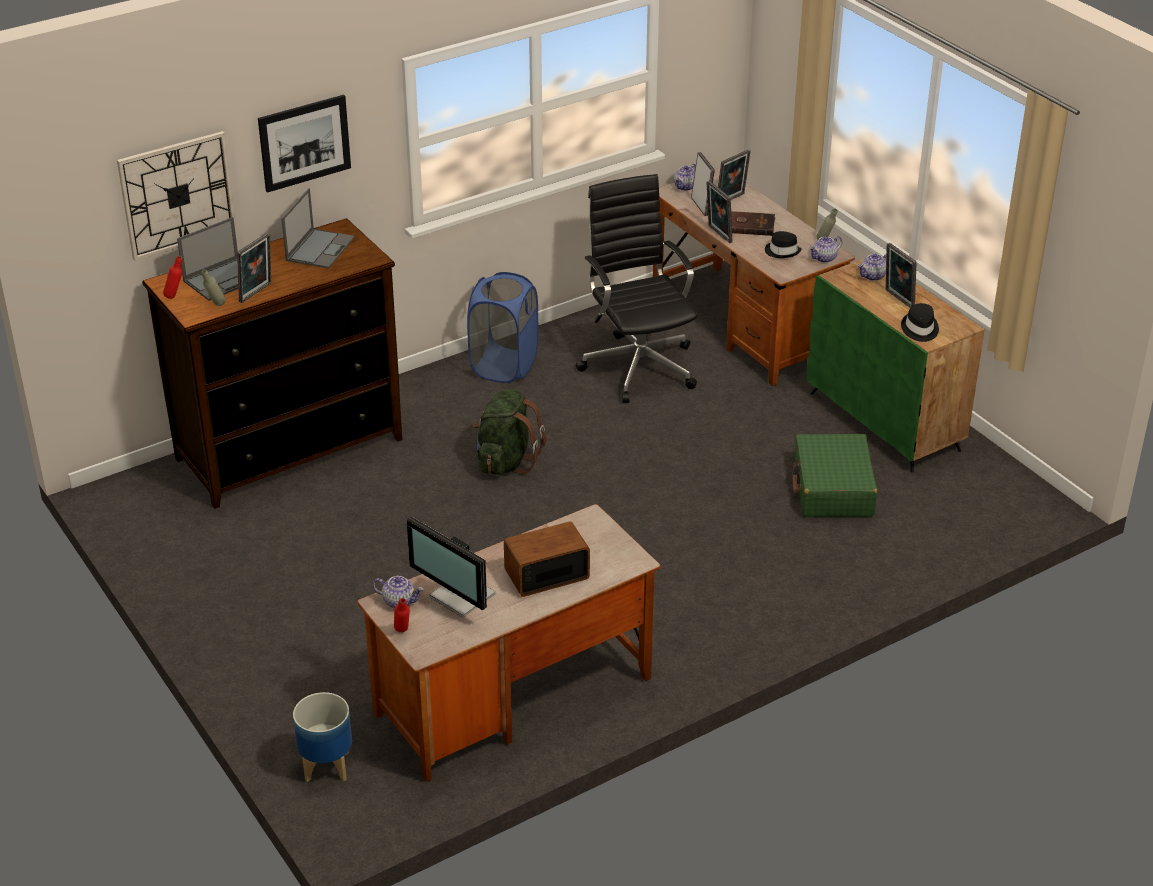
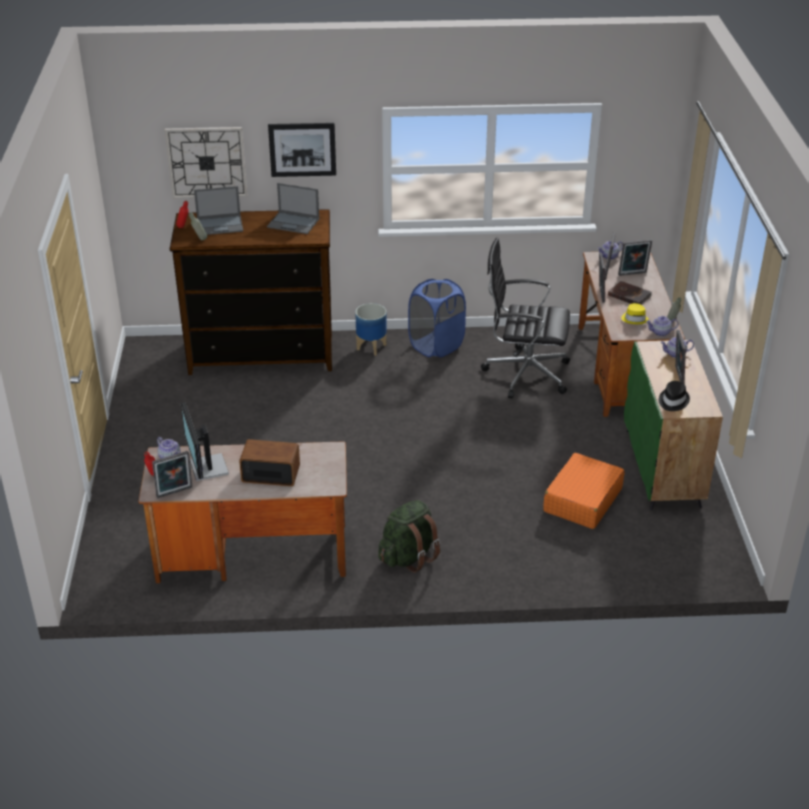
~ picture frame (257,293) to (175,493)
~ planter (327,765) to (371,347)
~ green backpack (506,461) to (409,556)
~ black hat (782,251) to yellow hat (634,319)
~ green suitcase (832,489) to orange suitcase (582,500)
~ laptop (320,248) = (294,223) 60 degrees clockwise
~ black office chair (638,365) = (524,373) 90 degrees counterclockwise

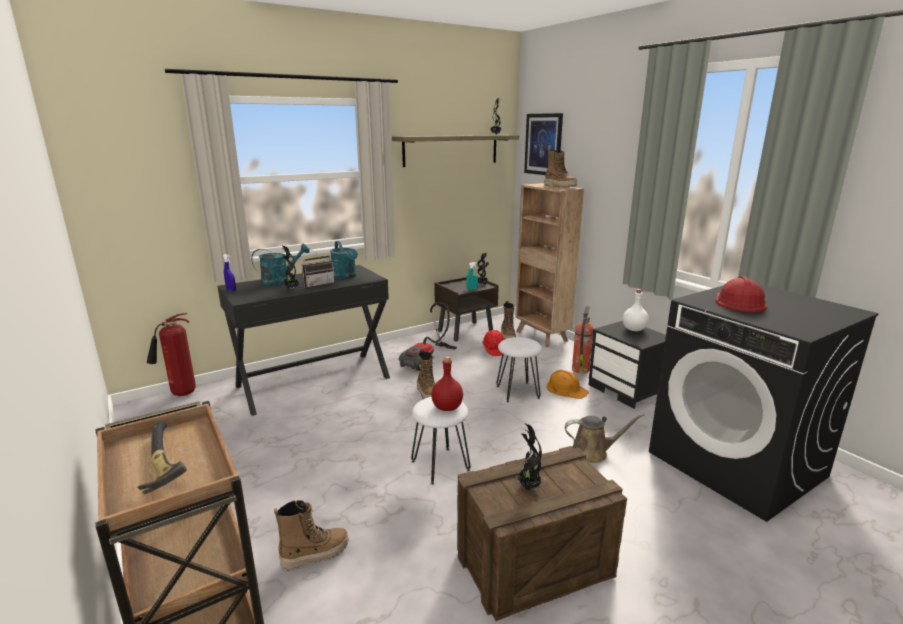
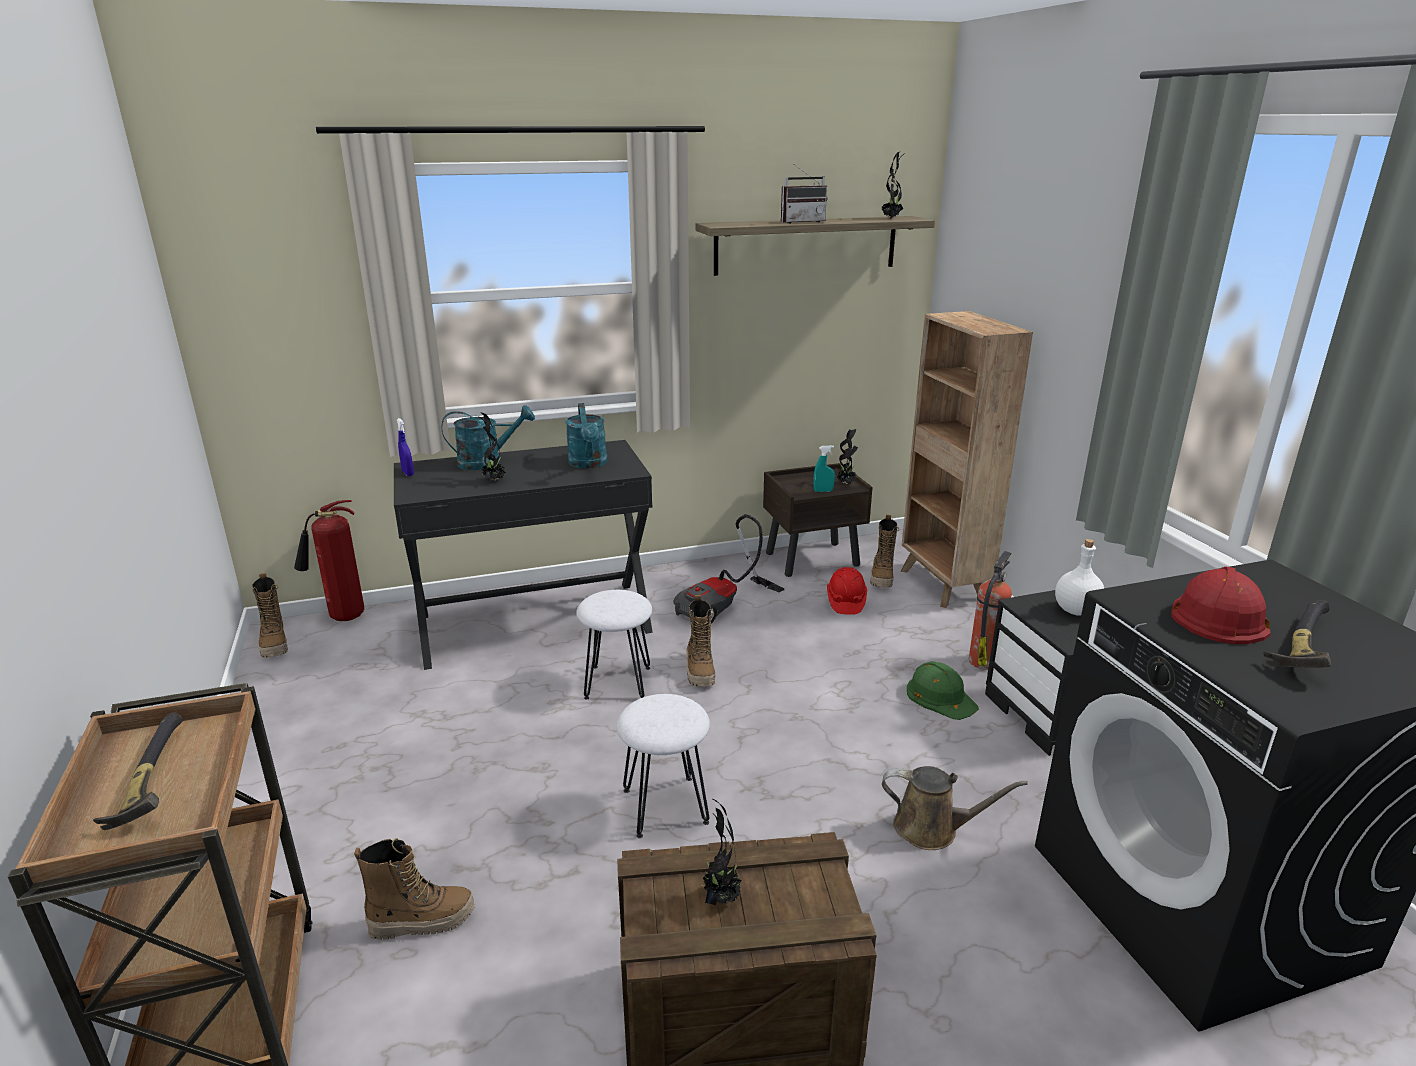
- red bottle (447,407)
- picture (543,144)
+ hammer (1298,647)
~ radio (318,284) to (801,222)
~ white stool (518,392) to (618,682)
~ boot (560,187) to (275,644)
~ orange hard hat (566,389) to green hard hat (940,696)

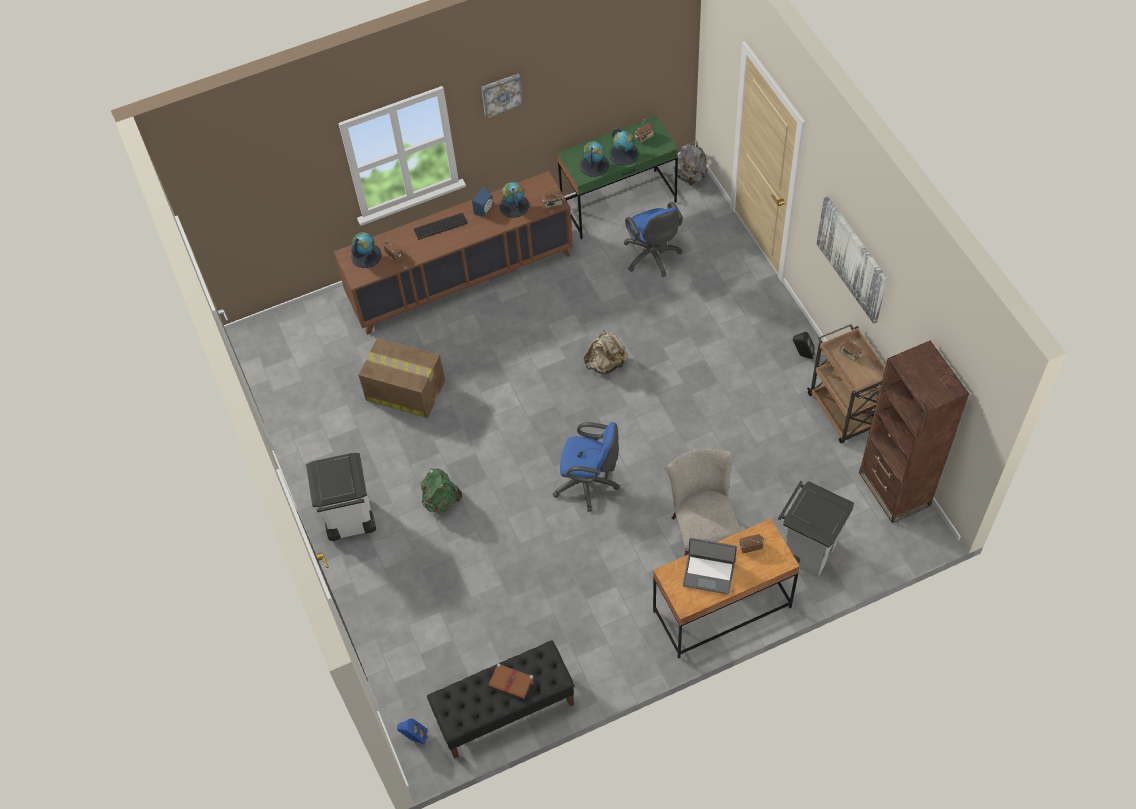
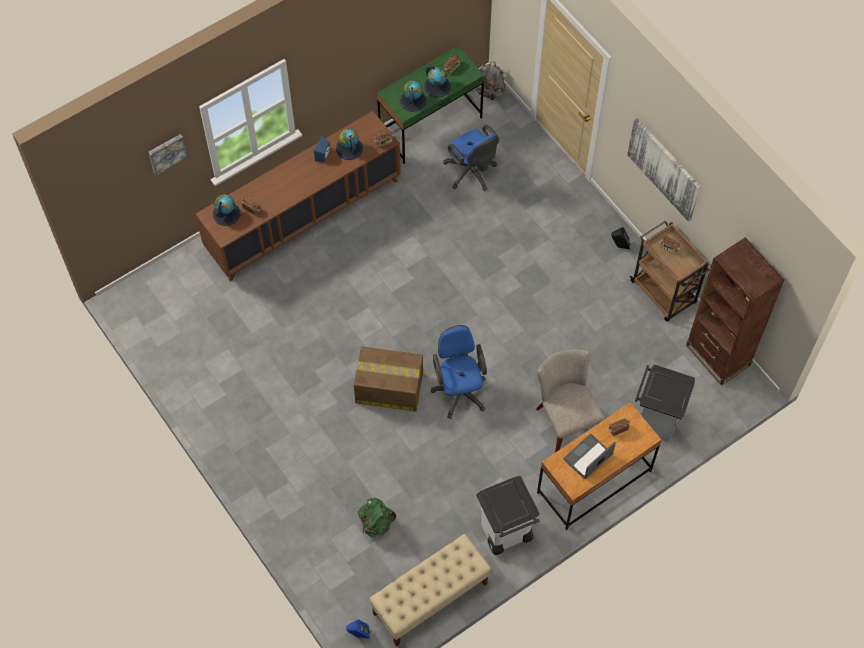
- keyboard (440,226)
- brown book (511,682)
- beige backpack (606,364)
~ white trash can (350,521) to (505,533)
~ cardboard box (404,390) to (388,388)
~ green backpack (441,500) to (376,522)
~ picture (501,94) to (167,153)
~ black bench (504,711) to beige bench (430,599)
~ blue office chair (589,484) = (459,390) 105 degrees counterclockwise
~ laptop (709,573) = (588,457) 135 degrees clockwise

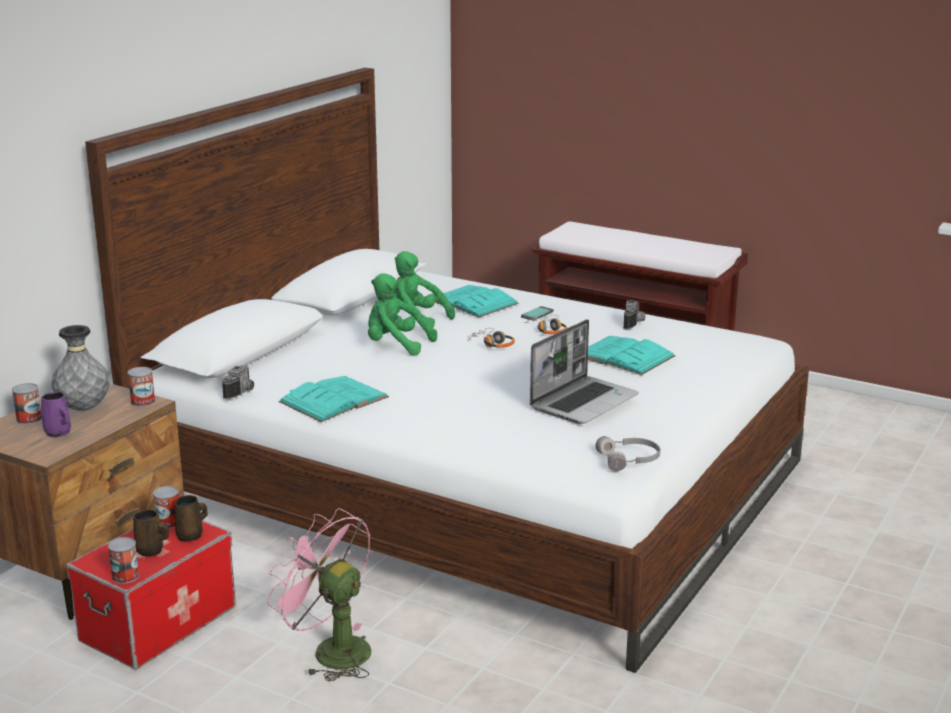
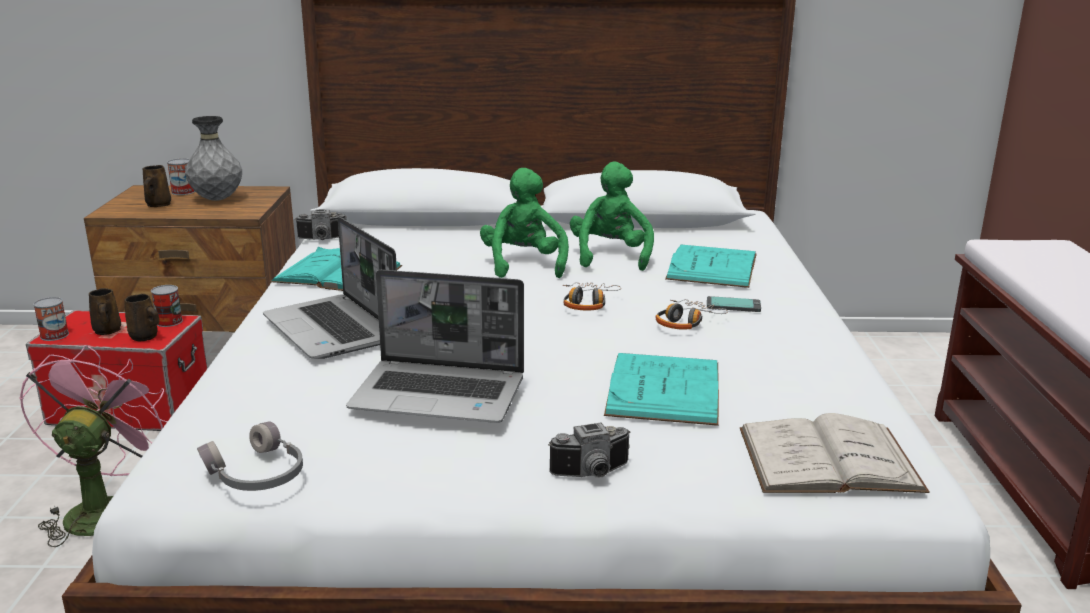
- can (143,401)
+ laptop (333,329)
+ white book (828,459)
~ photo camera (634,323) to (593,474)
~ purple mug (59,433) to brown mug (158,205)

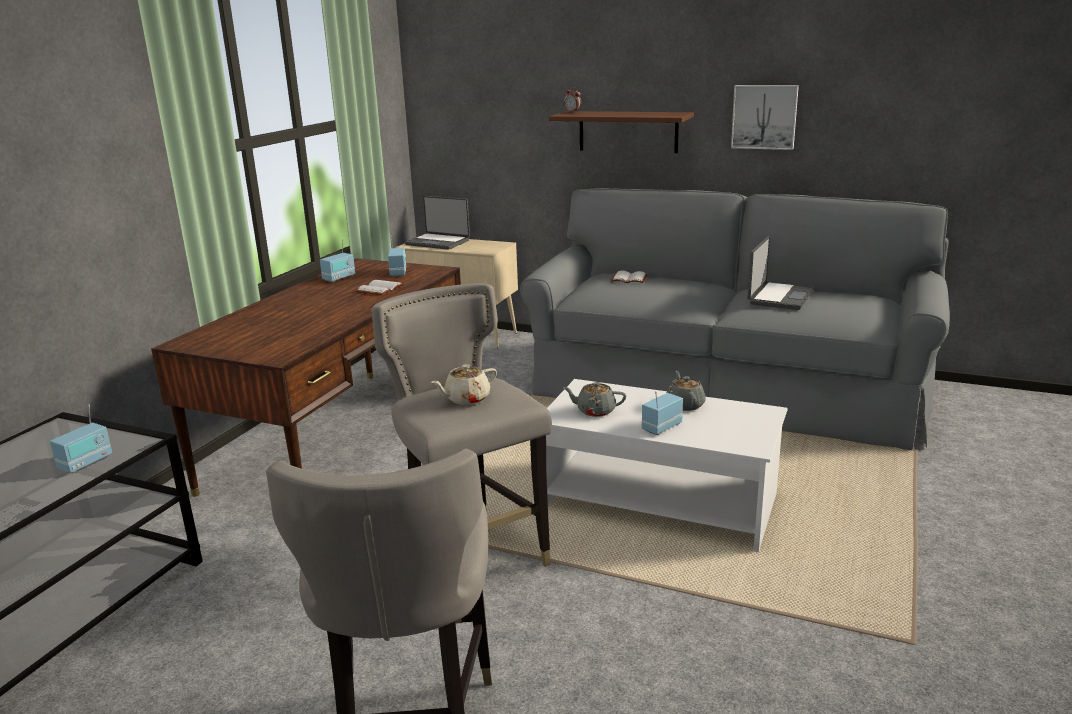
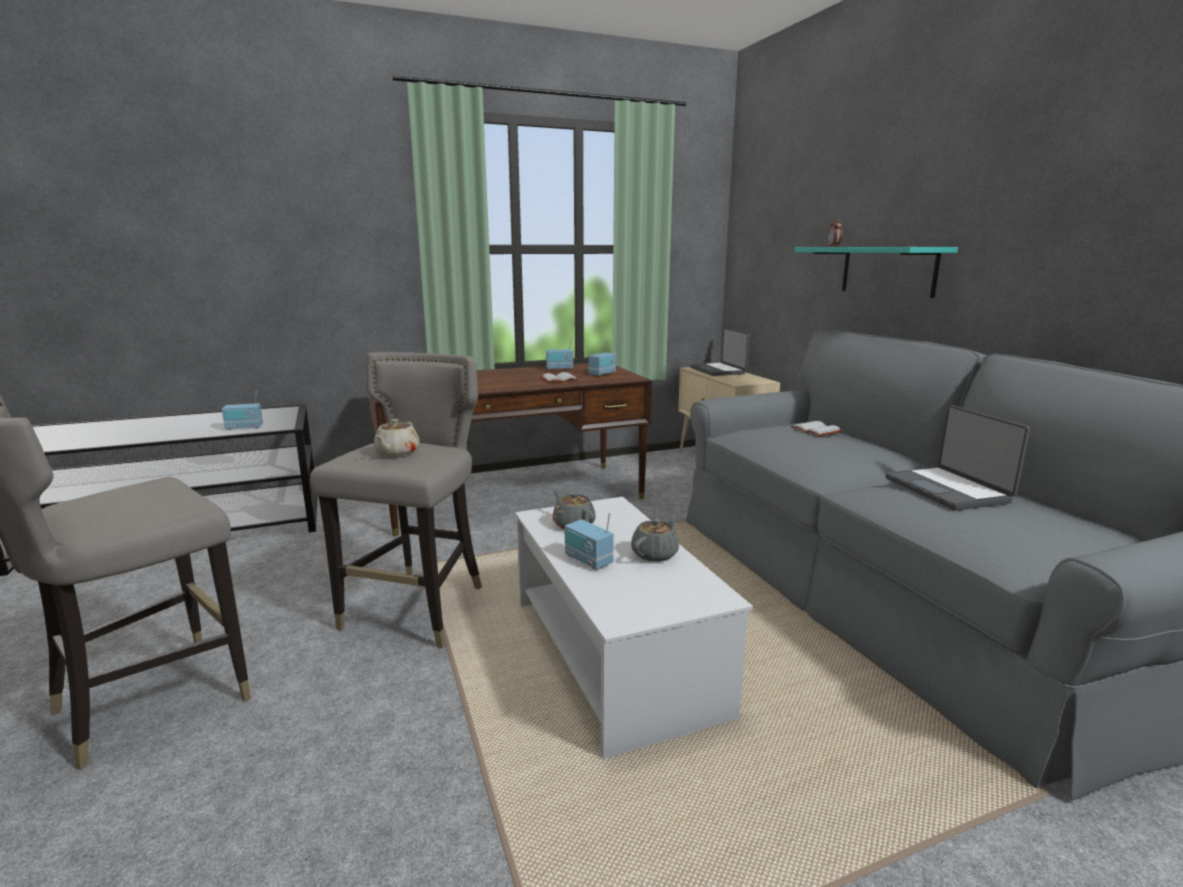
- picture (764,117)
~ brown shelf (628,131) to turquoise shelf (888,270)
~ beige teapot (466,399) = (396,452) 90 degrees counterclockwise
~ radio (661,427) = (588,560) 135 degrees counterclockwise
~ laptop (779,297) = (948,490) 90 degrees clockwise

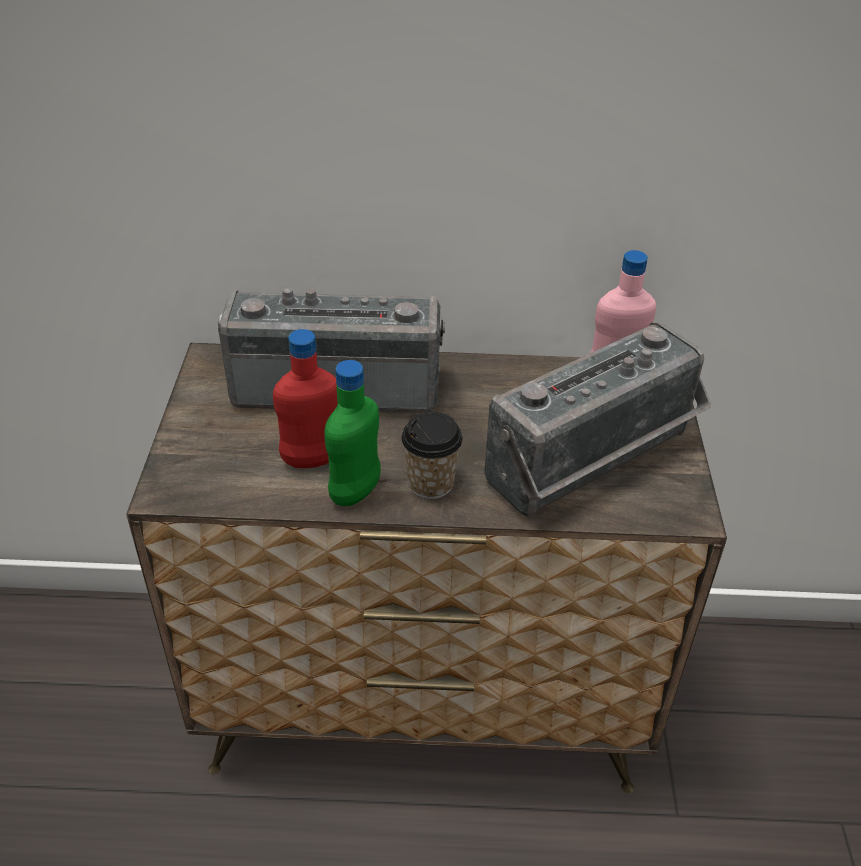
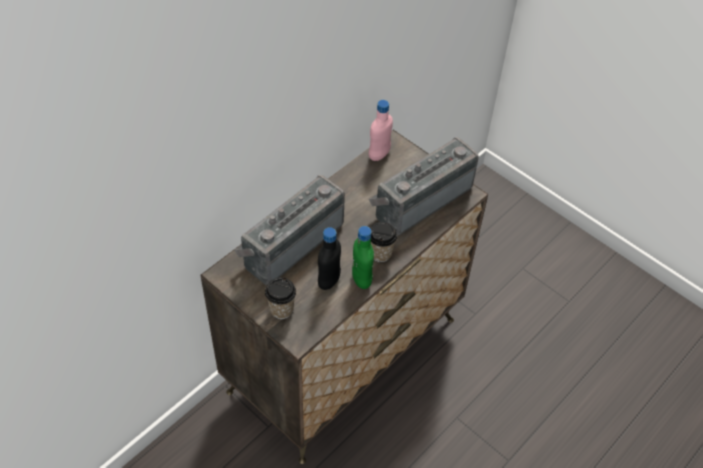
+ cup (281,309)
~ red bottle (312,460) to black bottle (329,280)
~ radio (595,464) = (420,199) 135 degrees counterclockwise

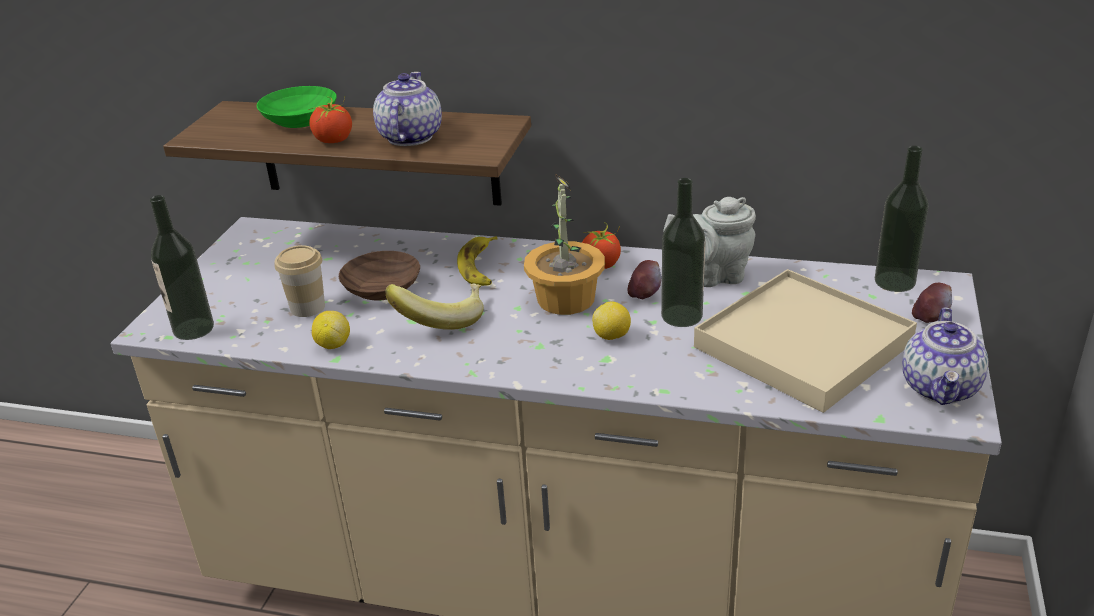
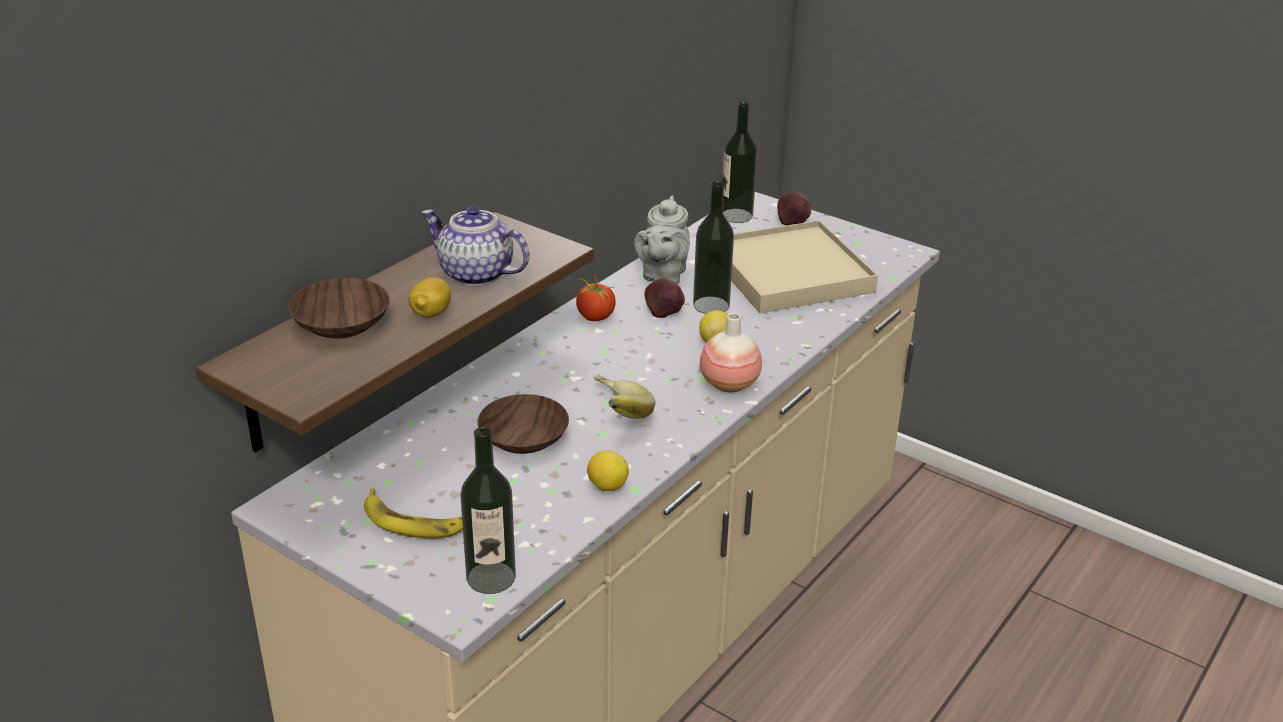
- cup (307,307)
- potted plant (565,299)
- teapot (941,388)
+ vase (729,384)
~ banana (480,267) to (414,522)
~ tomato (333,140) to lemon (431,314)
~ green bowl (298,120) to brown bowl (342,326)

